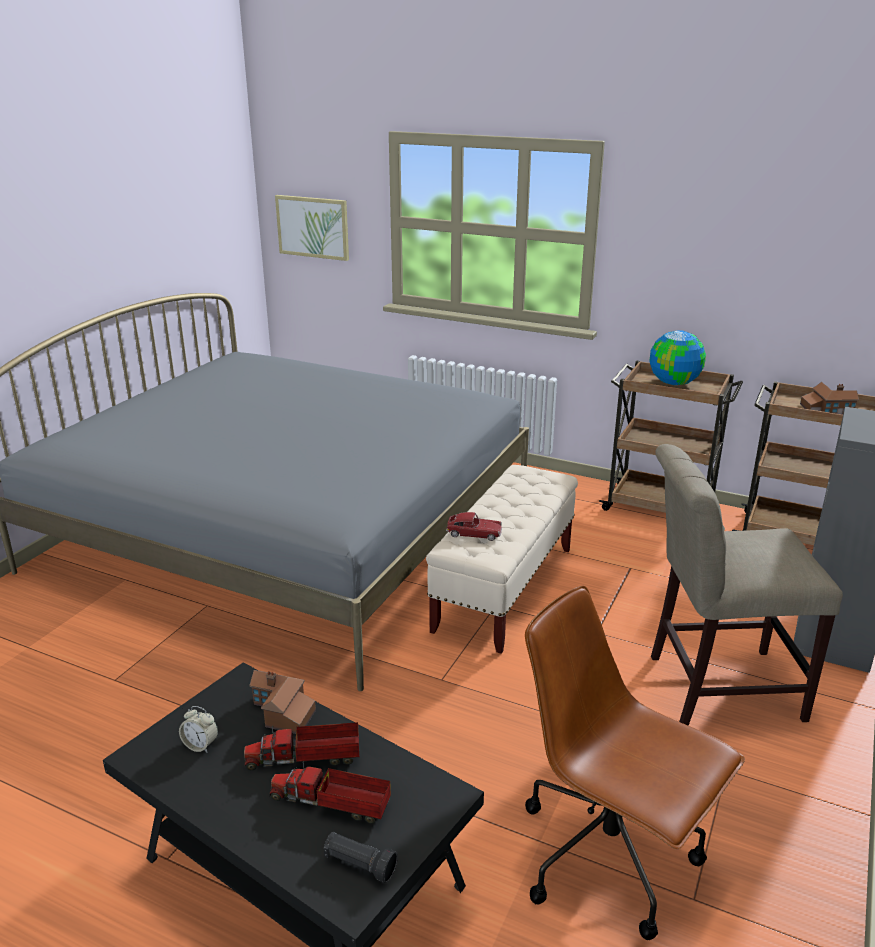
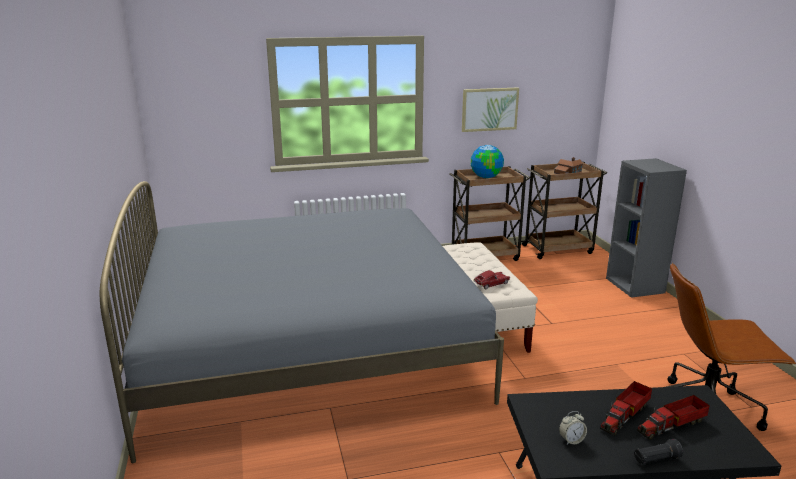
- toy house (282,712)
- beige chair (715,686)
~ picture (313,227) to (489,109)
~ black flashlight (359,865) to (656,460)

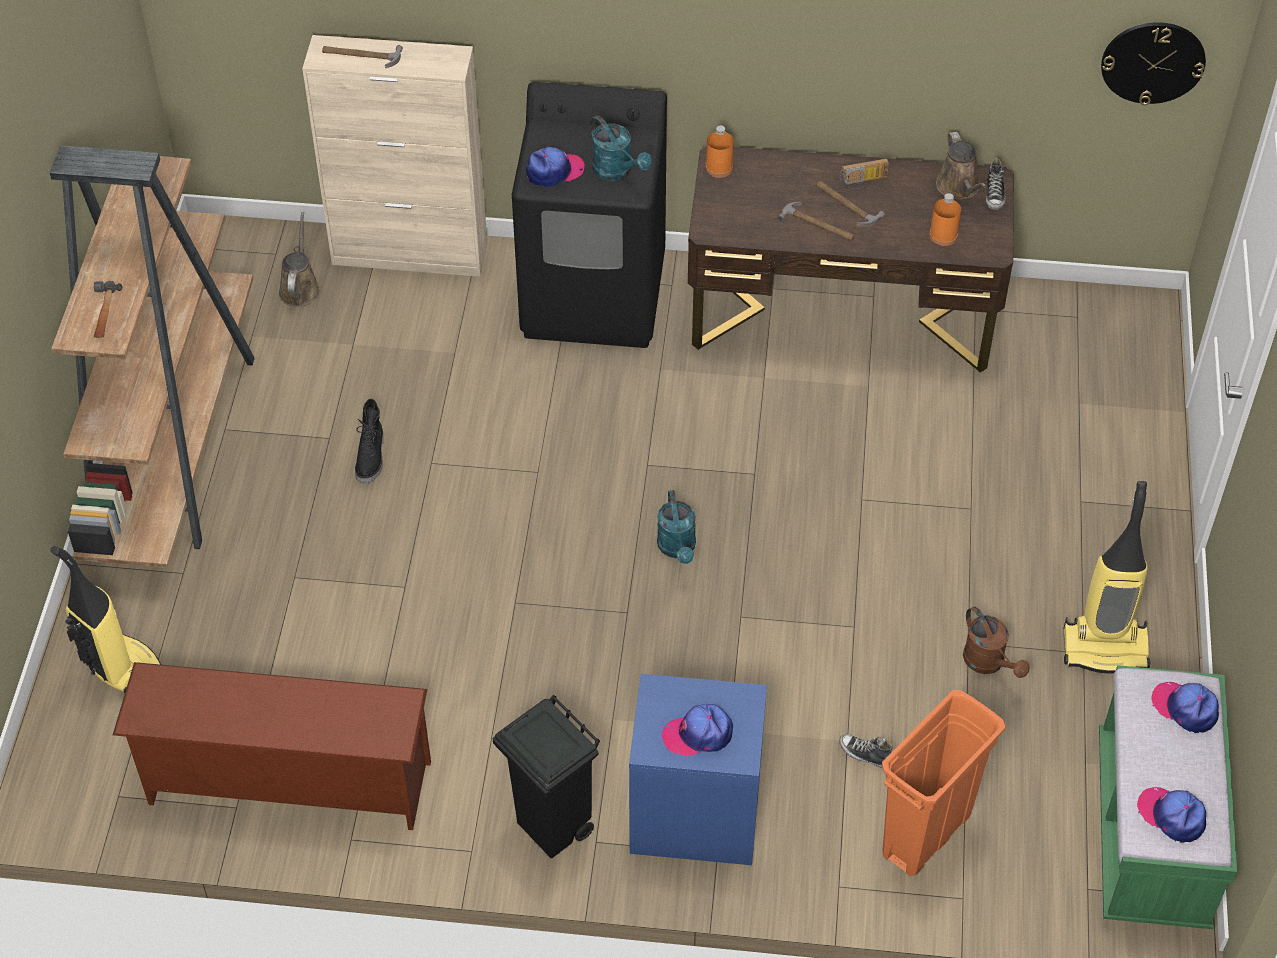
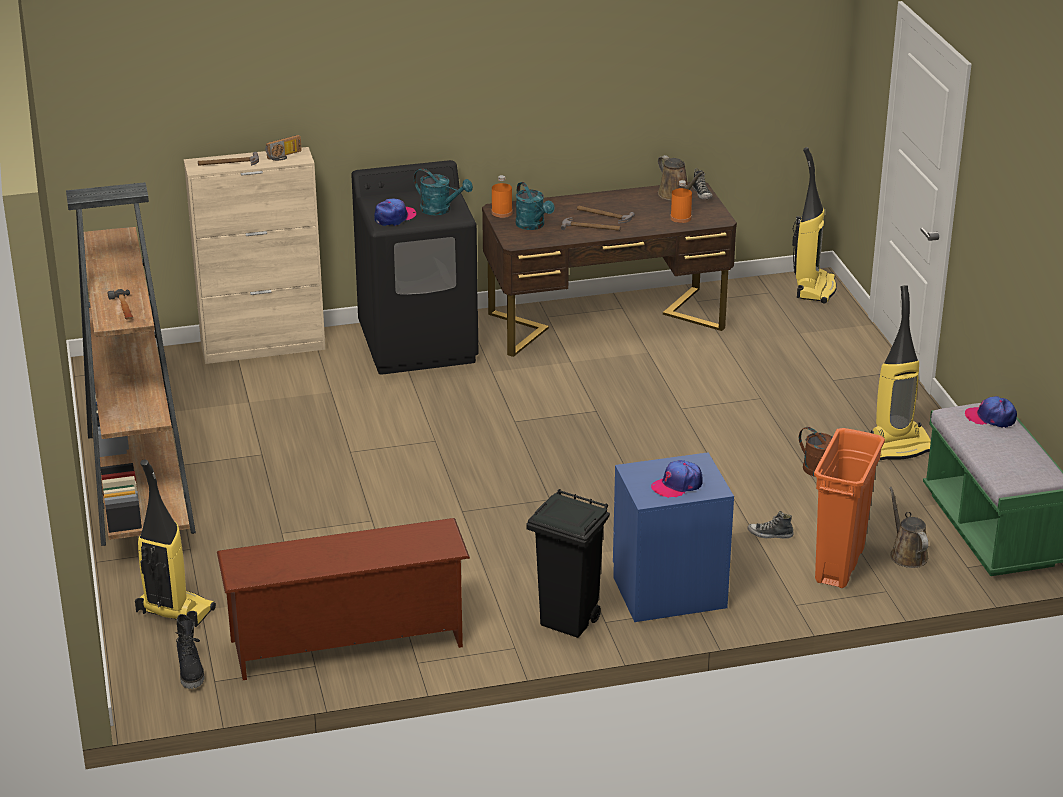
- wall clock (1153,62)
- cap (1172,816)
+ vacuum cleaner (814,288)
~ brown watering can (300,288) to (907,554)
~ black boot (371,458) to (191,671)
~ turquoise watering can (678,549) to (533,226)
~ radio (863,182) to (284,156)

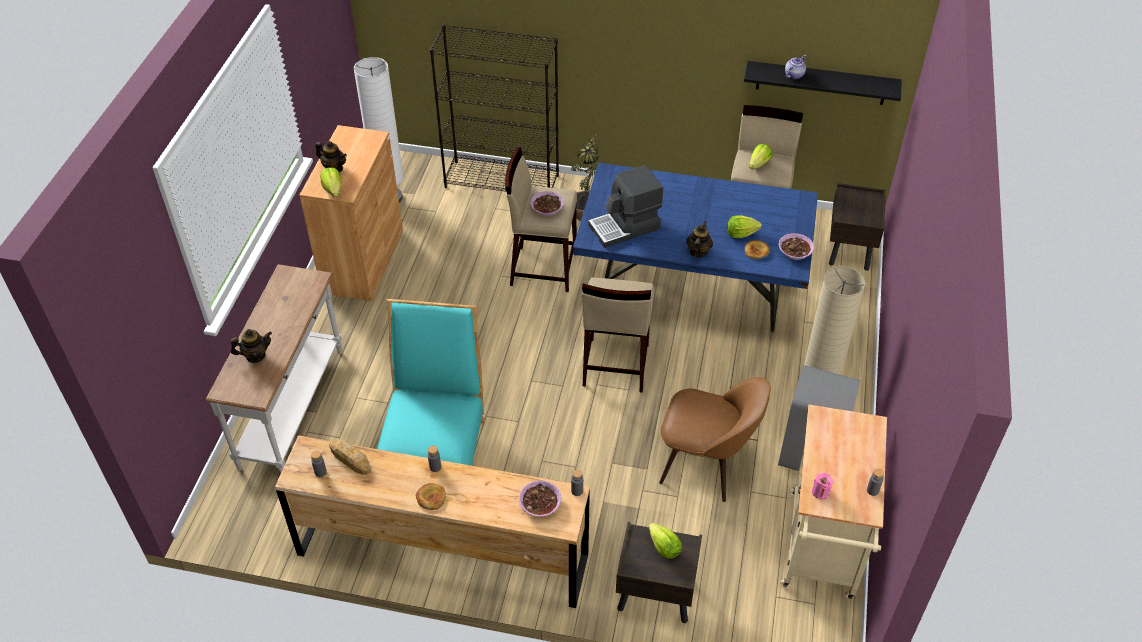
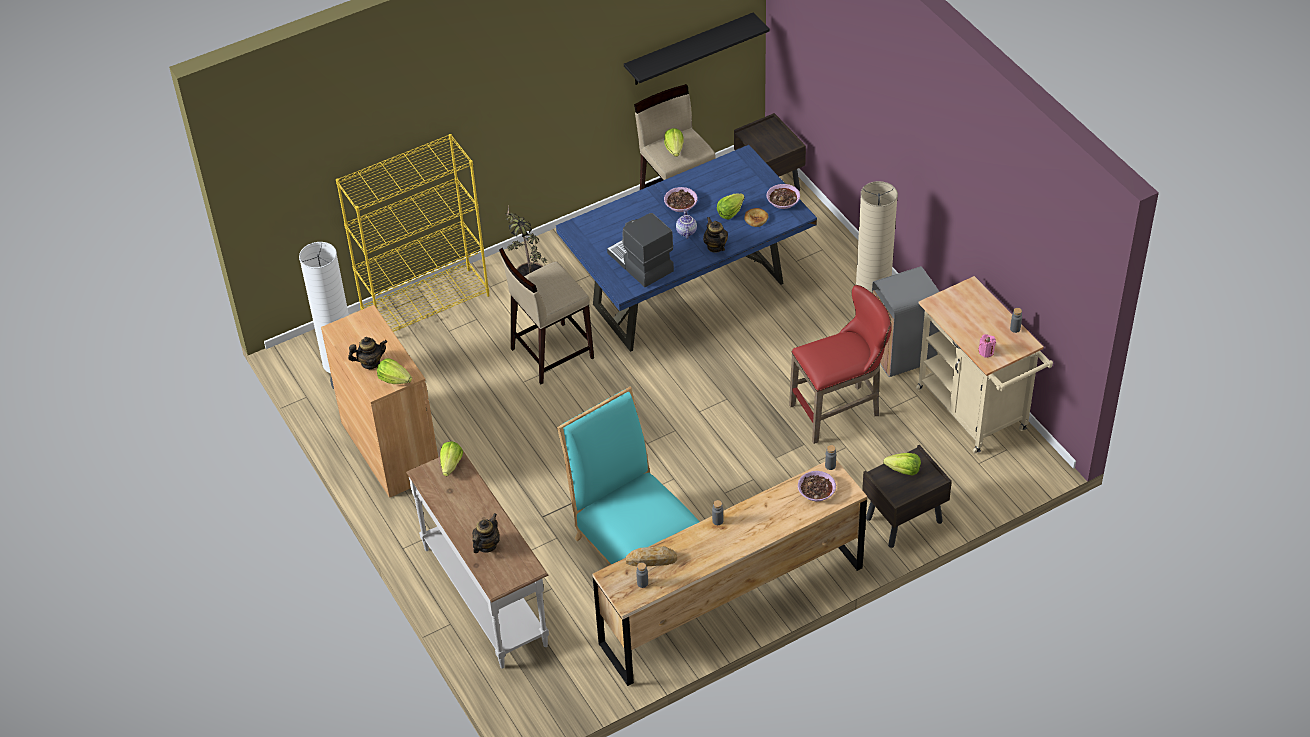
- bread (431,497)
- beige stool (615,365)
+ lettuce (451,465)
~ bowl (547,208) to (680,204)
~ teapot (794,75) to (686,231)
~ brown chair (706,463) to red stool (840,411)
~ black bookcase (502,181) to yellow bookcase (426,304)
~ coffee machine (625,227) = (640,263) 120 degrees clockwise

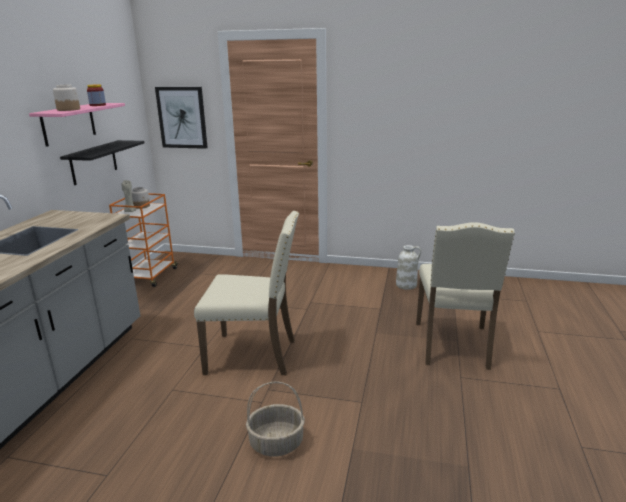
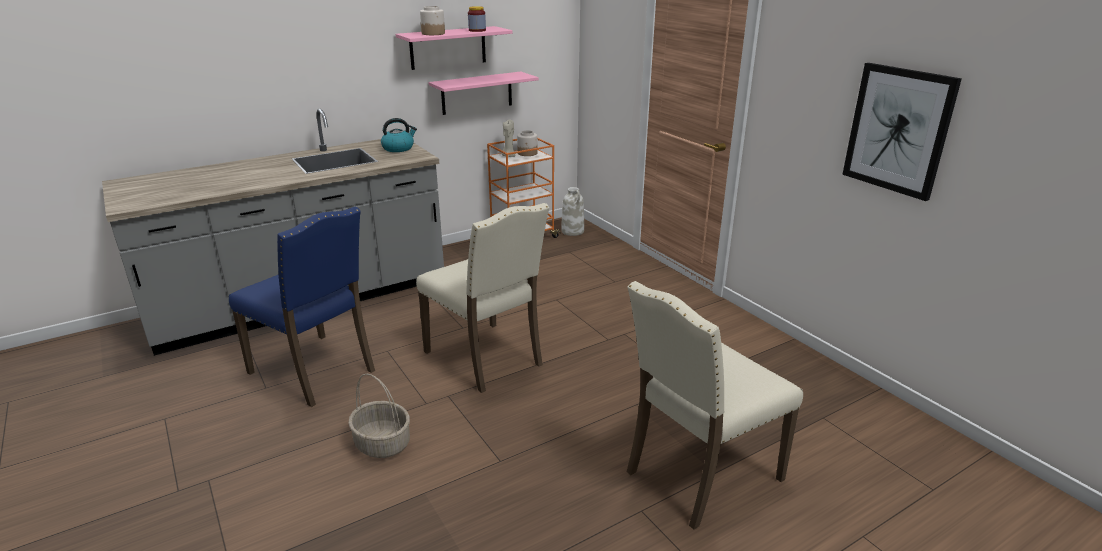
+ blue chair (316,371)
+ kettle (398,148)
~ picture (182,117) to (898,130)
~ white vase (406,285) to (573,231)
~ black shelf (93,162) to pink shelf (477,93)

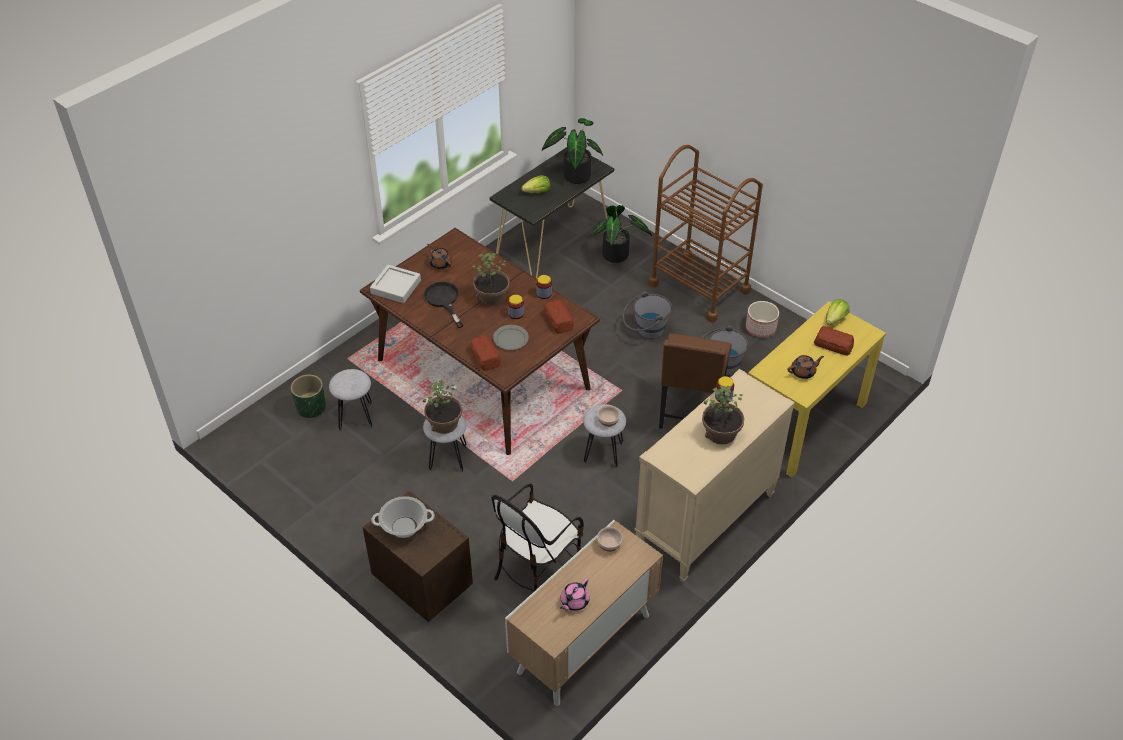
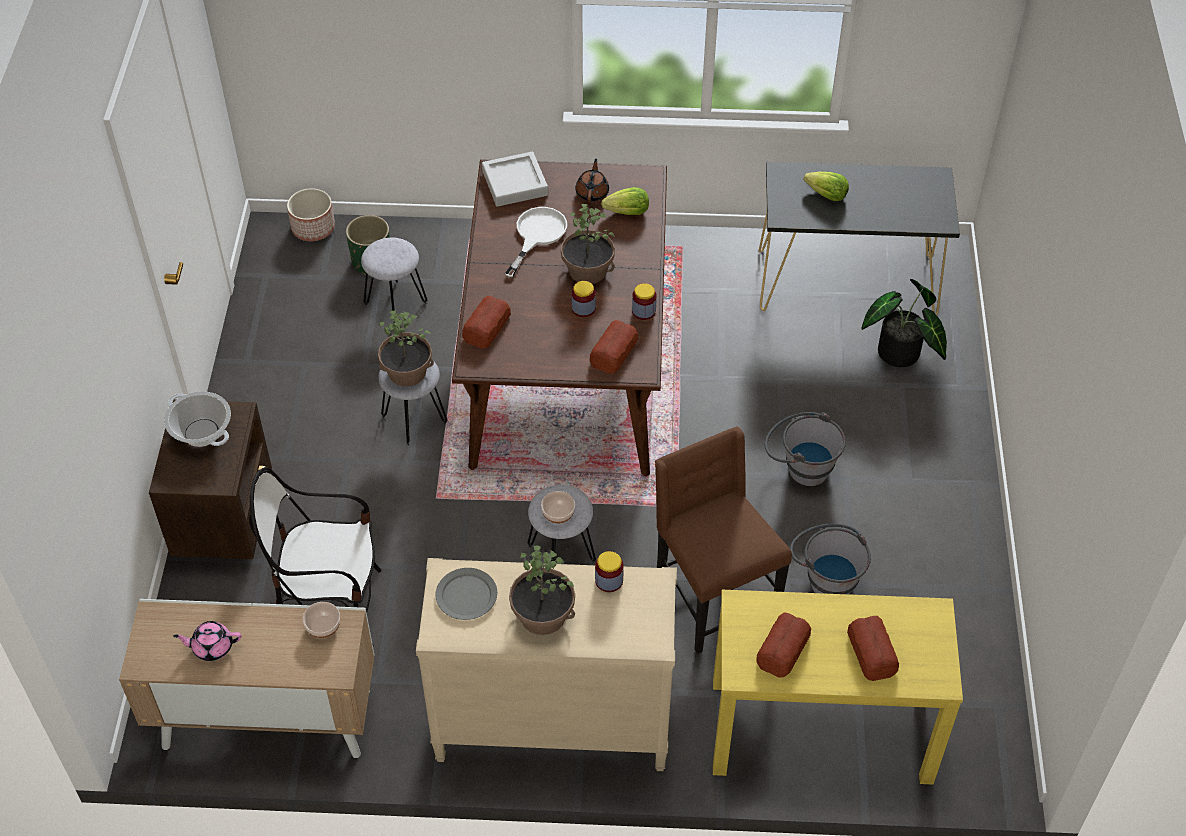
- potted plant (574,174)
- brown cart (699,287)
~ grey plate (510,339) to (466,595)
~ planter (761,328) to (314,228)
~ lettuce (835,319) to (628,212)
~ brown teapot (803,372) to bread (784,648)
~ black frying pan (444,300) to white frying pan (537,235)
~ brown chair (689,412) = (712,597) 90 degrees clockwise

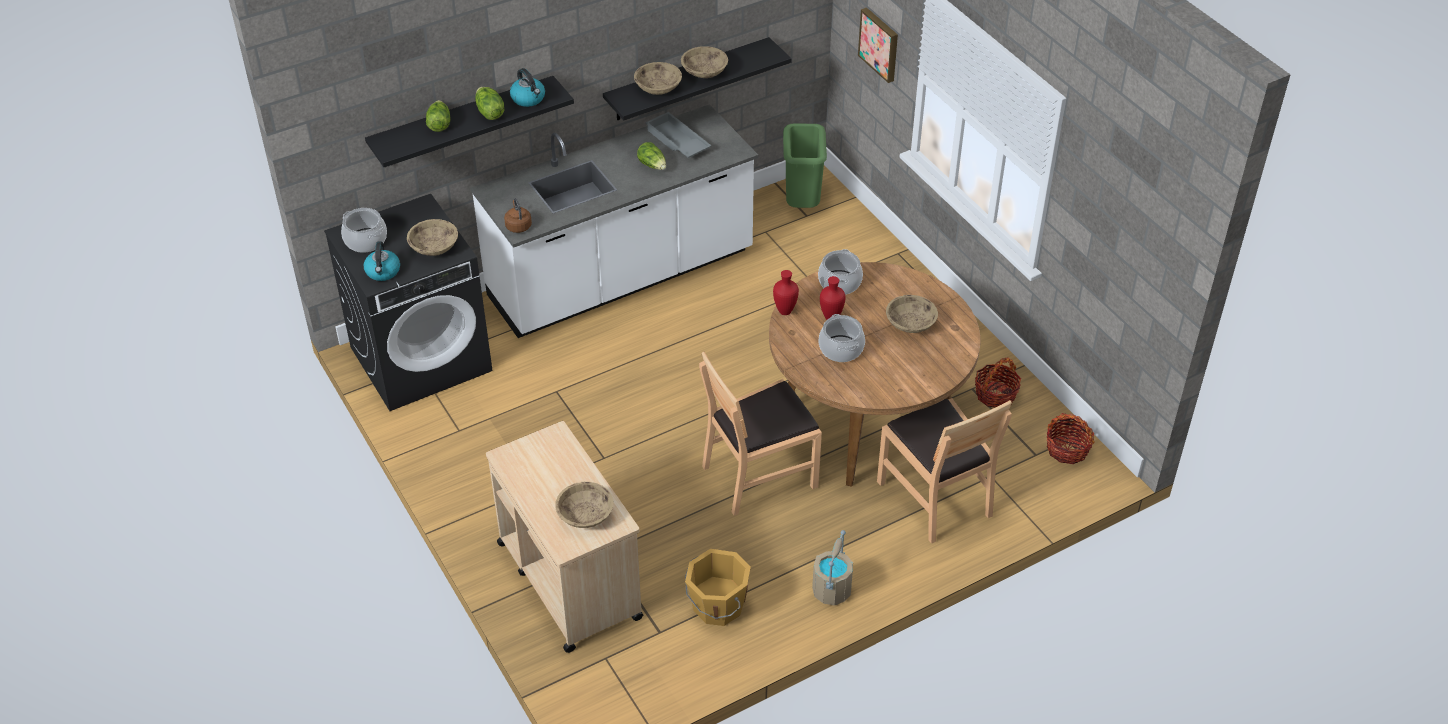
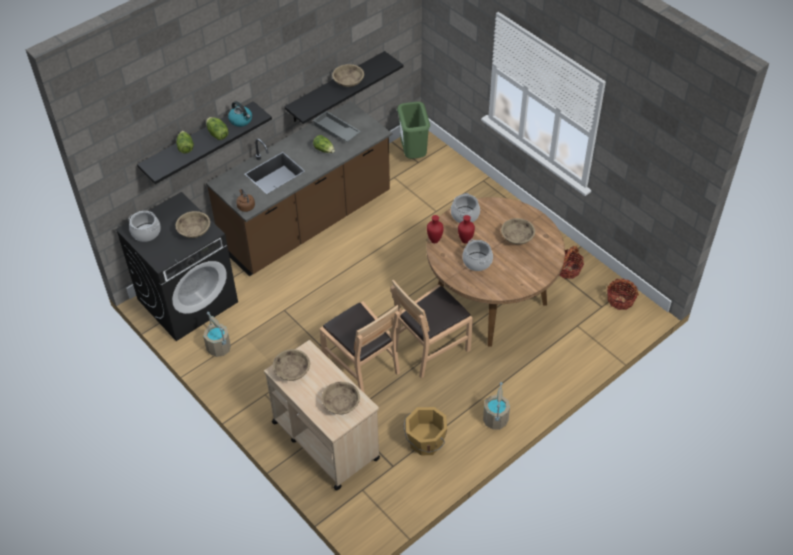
- kettle (383,272)
- picture (880,44)
+ beige bucket (219,347)
~ beige bowl (658,88) to (292,371)
~ brown chair (935,497) to (362,366)
~ white counter (622,277) to brown counter (307,223)

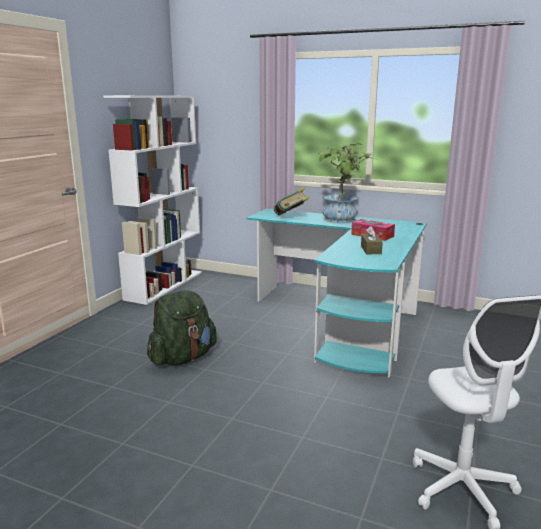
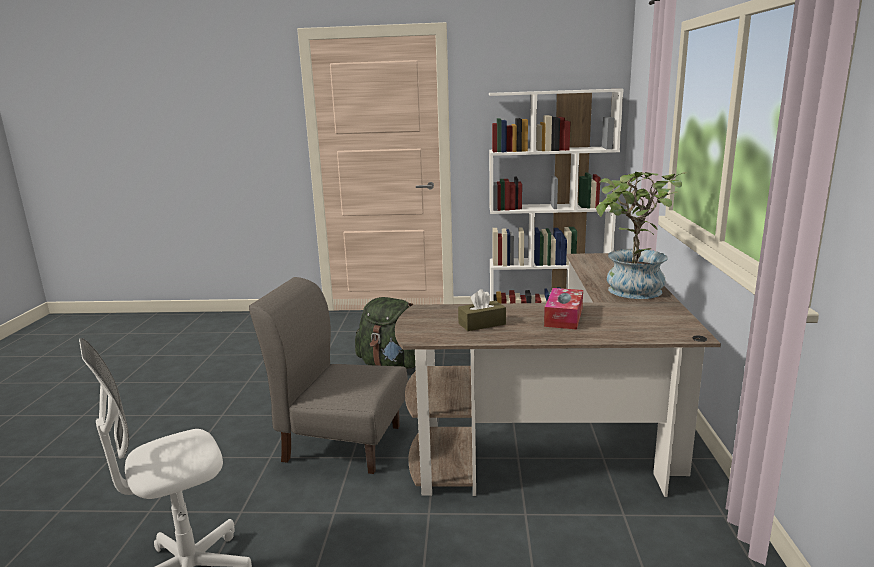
- book (291,216)
+ grey chair (342,442)
~ turquoise desk (345,320) to brown desk (569,435)

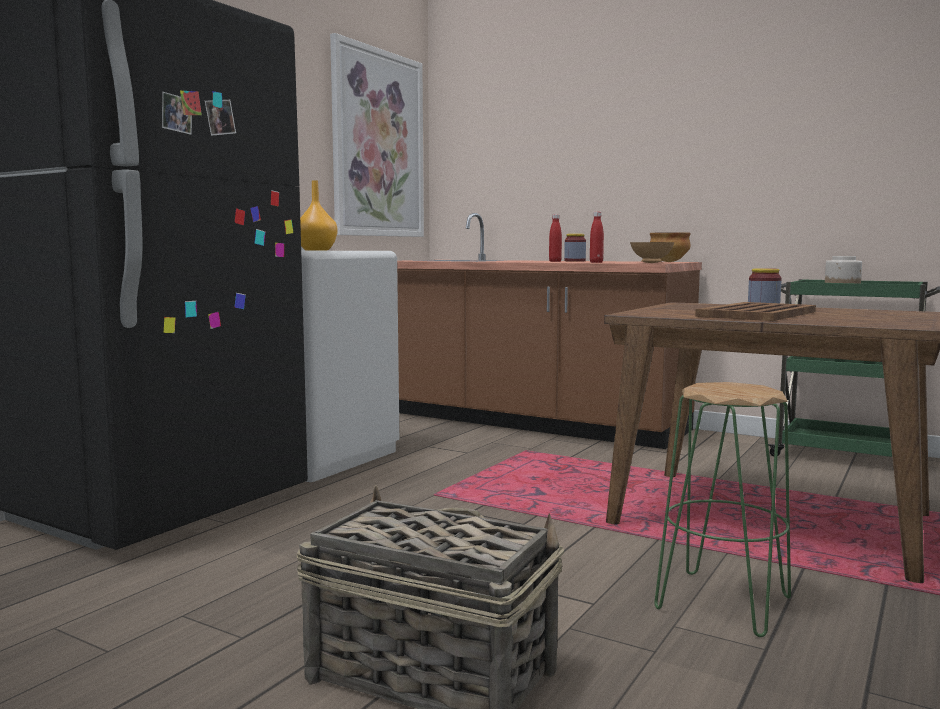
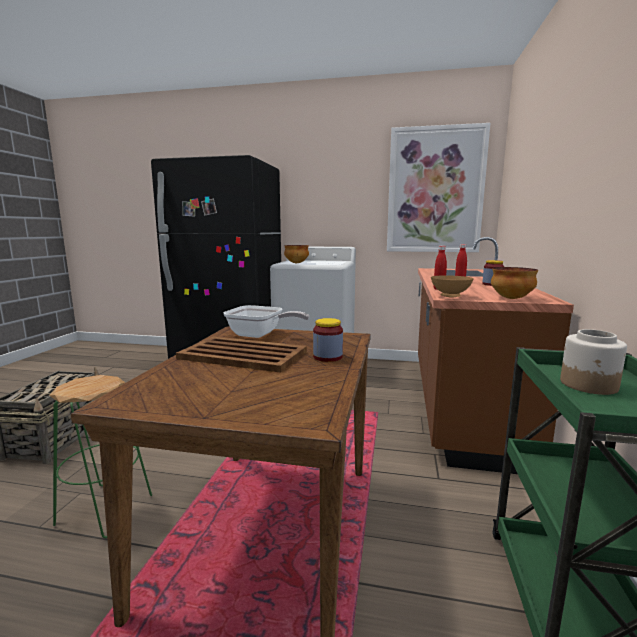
+ frying pan (259,335)
~ orange vase (315,250) to bowl (296,263)

